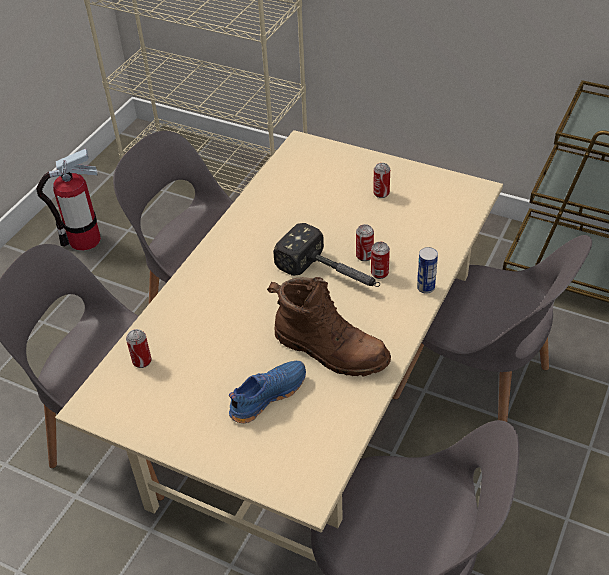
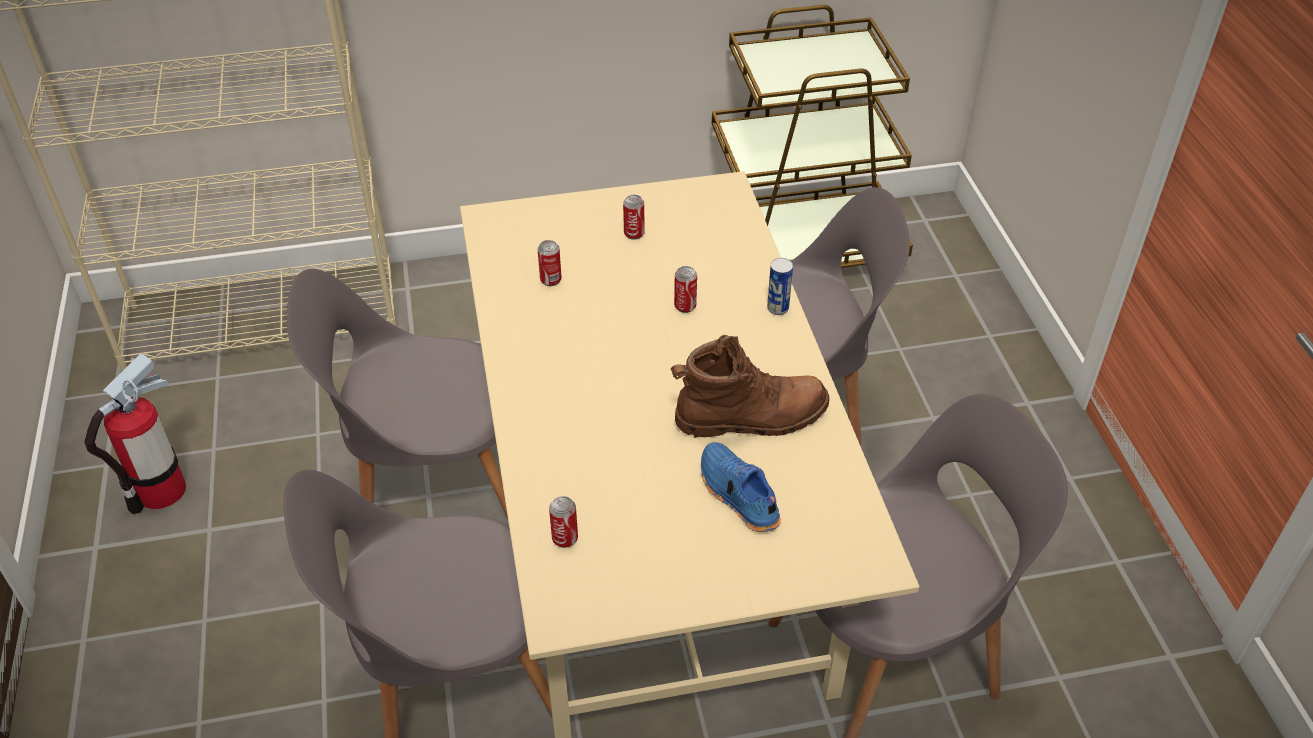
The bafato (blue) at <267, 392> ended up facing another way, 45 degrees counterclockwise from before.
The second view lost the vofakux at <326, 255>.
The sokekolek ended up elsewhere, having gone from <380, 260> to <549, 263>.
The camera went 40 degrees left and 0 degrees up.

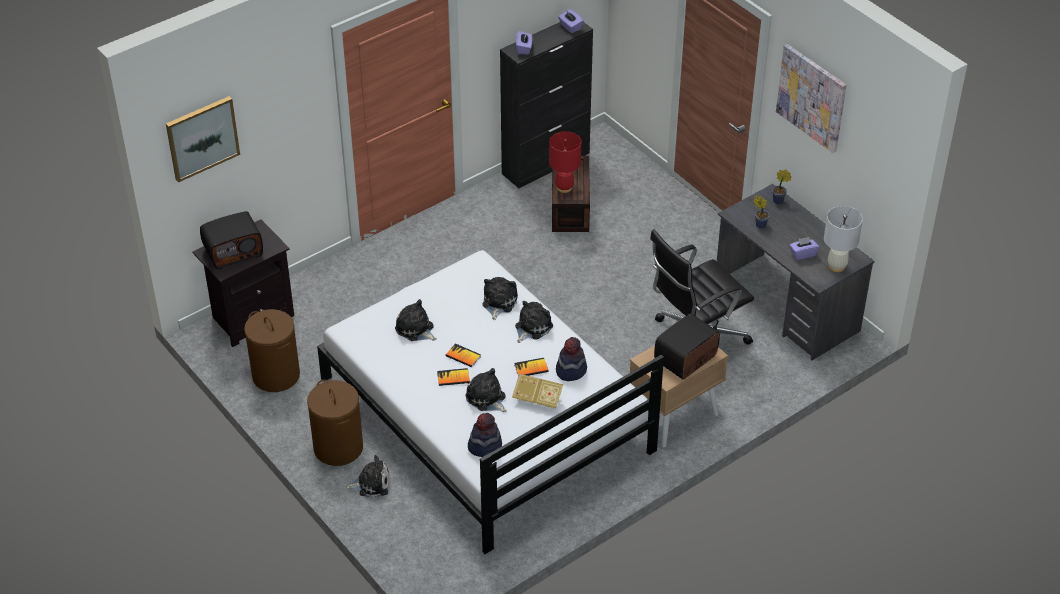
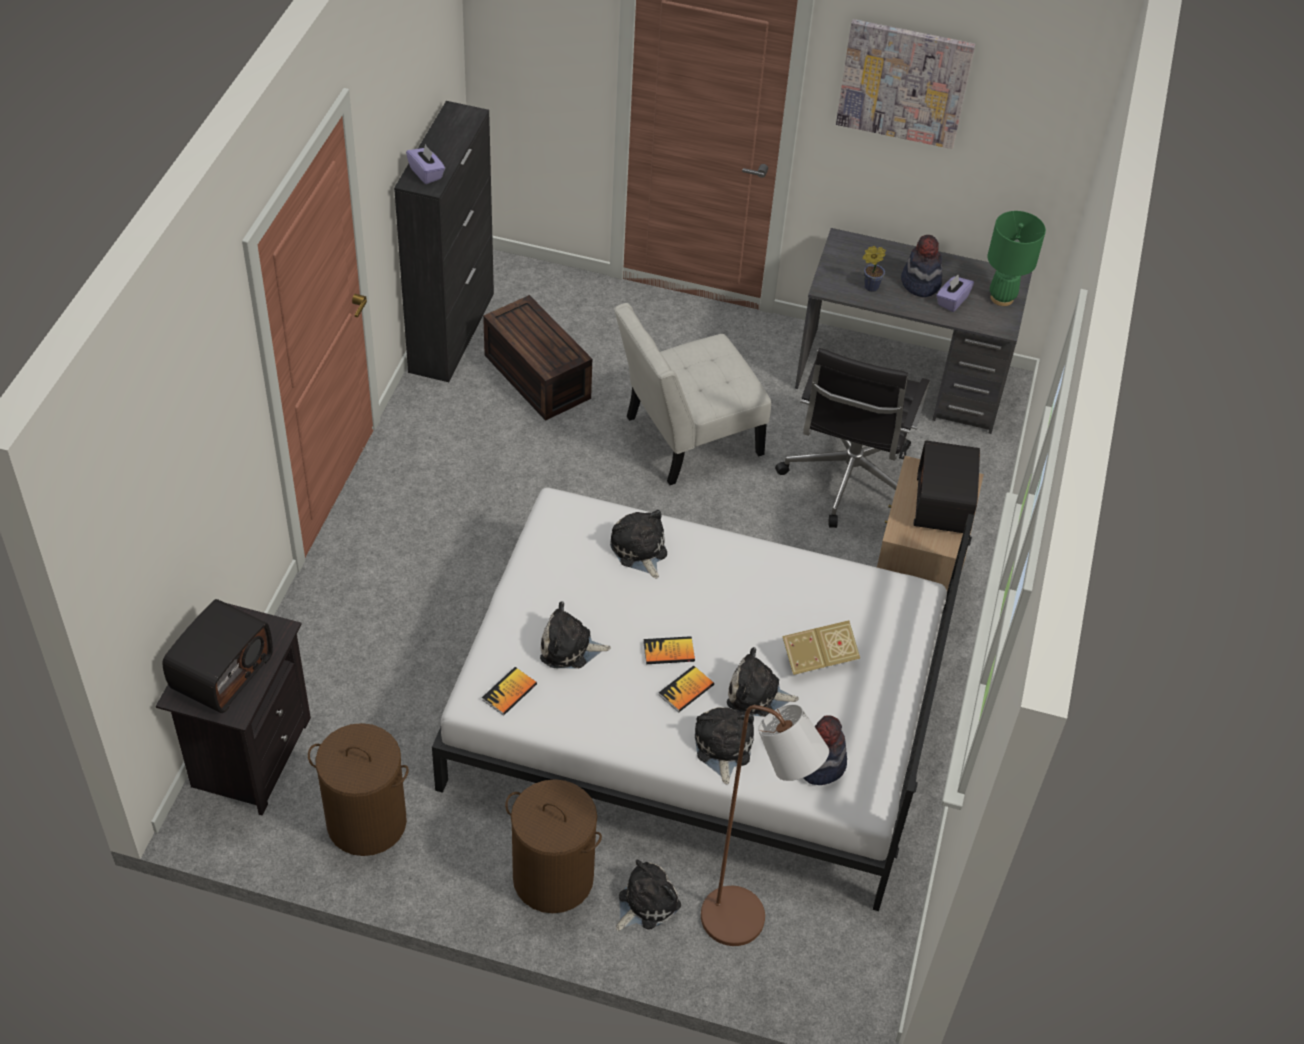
The second view lost the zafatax at <203, 139>.
The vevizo ended up elsewhere, having gone from <531, 367> to <509, 691>.
The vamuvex ended up elsewhere, having gone from <534, 322> to <724, 746>.
The second view lost the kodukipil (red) at <565, 162>.
The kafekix ended up elsewhere, having gone from <571, 359> to <921, 266>.
The second view lost the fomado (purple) at <570, 21>.
The second view lost the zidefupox at <781, 186>.
What was the kodukipil (white) at <843, 239> turned into the kodukipil (green) at <1016, 258>.
The second view gained the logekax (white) at <692, 394>.
The second view gained the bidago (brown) at <765, 825>.
The camera went 40 degrees left and 5 degrees up.

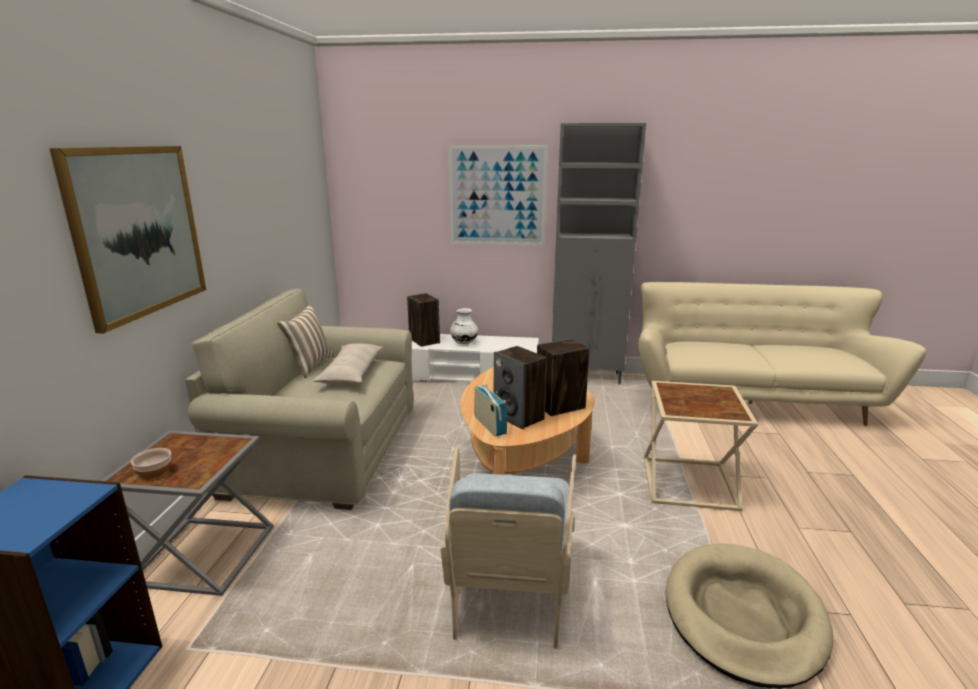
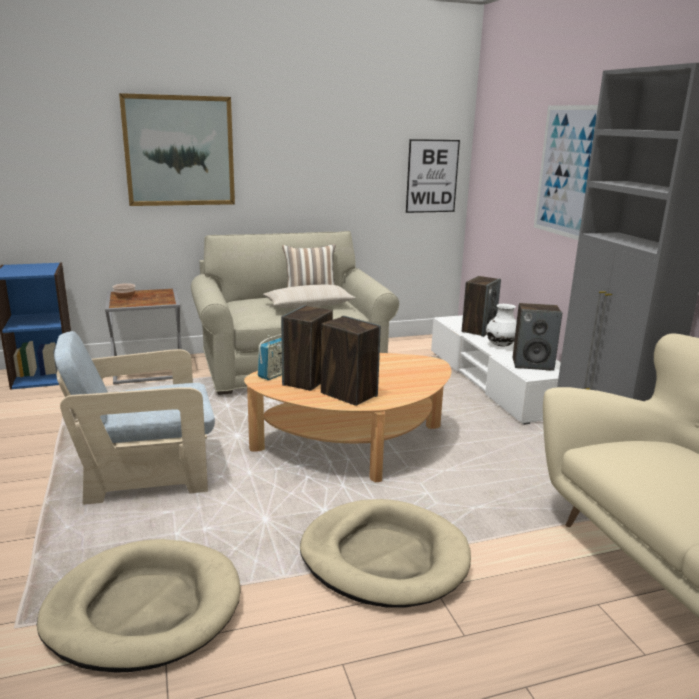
Where the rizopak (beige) stood at <700, 446>, the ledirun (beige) came to stand at <385, 553>.
The second view gained the zafatax at <433, 176>.
The second view gained the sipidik at <537, 337>.
The camera went 65 degrees right and 0 degrees up.

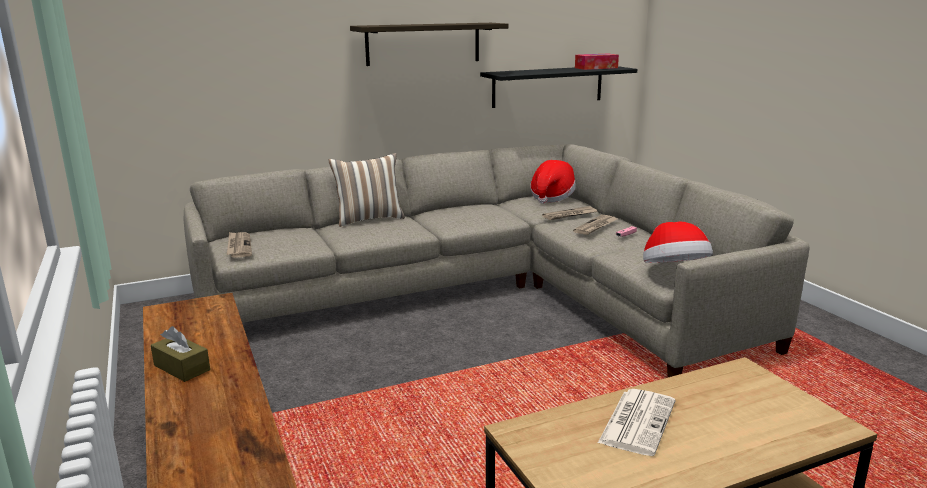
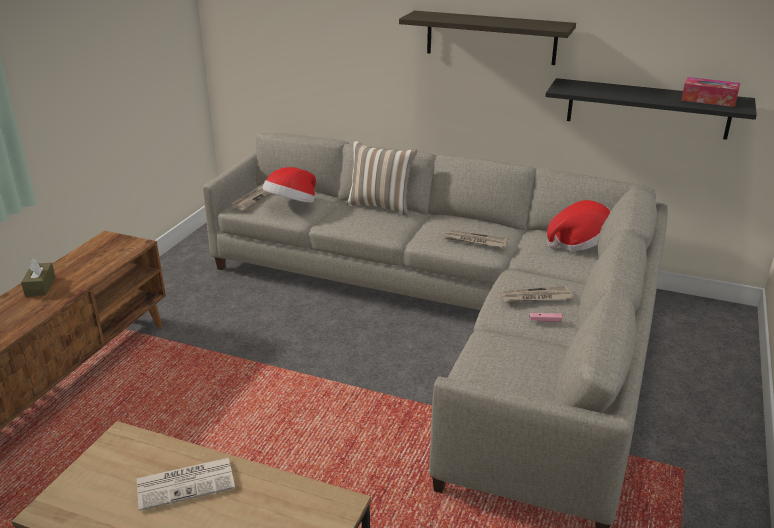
The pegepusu ended up elsewhere, having gone from <570, 213> to <476, 238>.
The kafekix ended up elsewhere, having gone from <678, 242> to <289, 185>.
The camera went 45 degrees right and 10 degrees up.

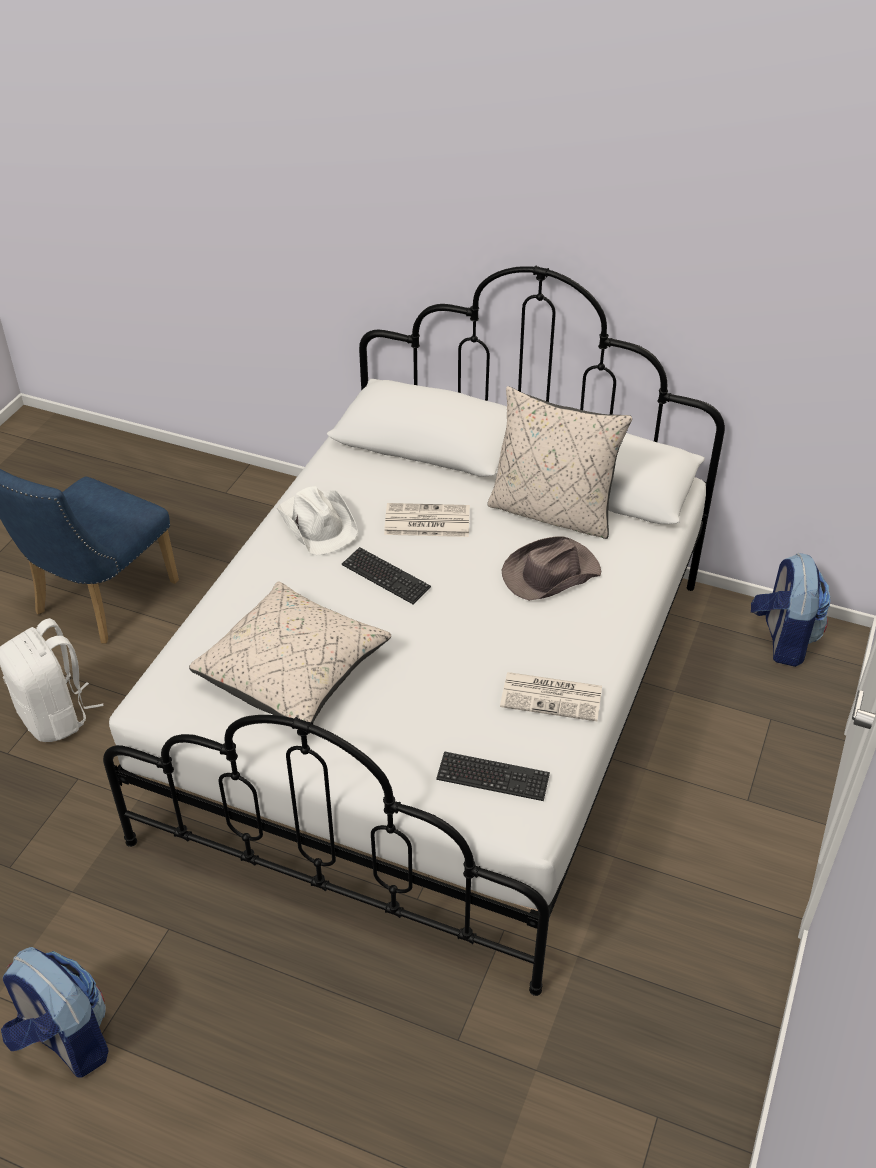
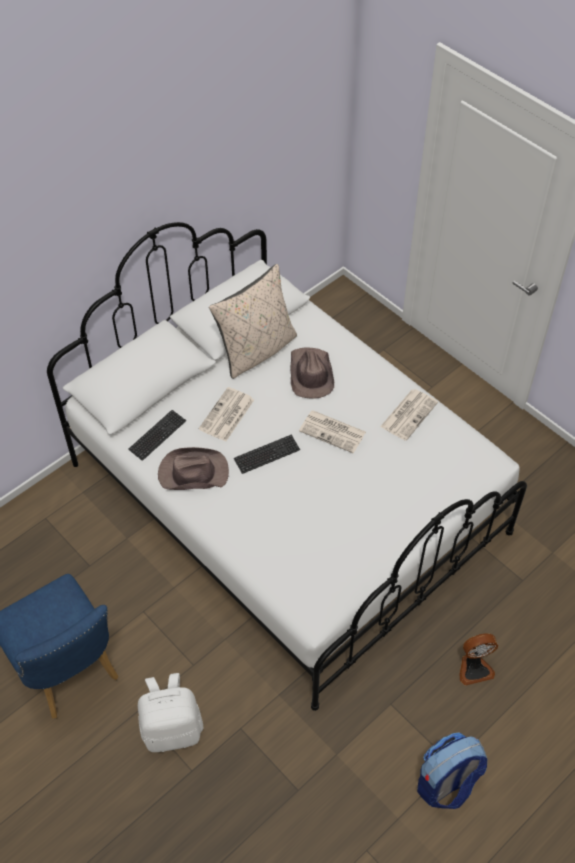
The second view lost the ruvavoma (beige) at <290, 651>.
What was the kafekix (white) at <317, 521> turned into the kafekix (brown) at <193, 468>.
The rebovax ended up elsewhere, having gone from <493, 776> to <157, 435>.
The second view lost the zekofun at <791, 610>.
The second view gained the pegepusu at <332, 432>.
The second view gained the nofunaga at <478, 659>.
The camera went 65 degrees left and 10 degrees up.

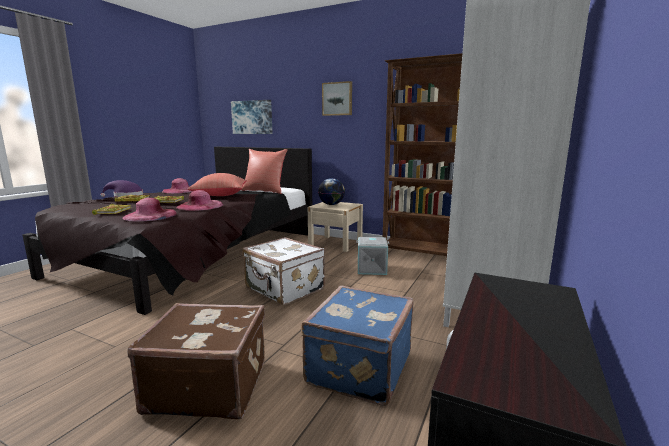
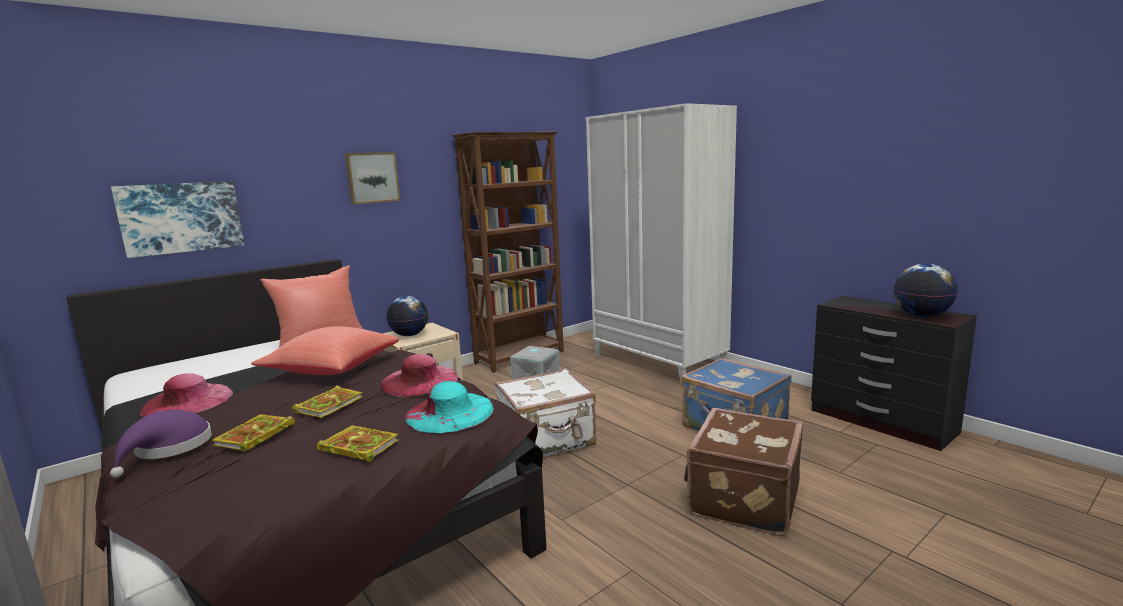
What was the kafekix (pink) at <150, 209> turned into the kafekix (turquoise) at <449, 407>.
The second view gained the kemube at <925, 290>.
The camera went 65 degrees left and 0 degrees up.

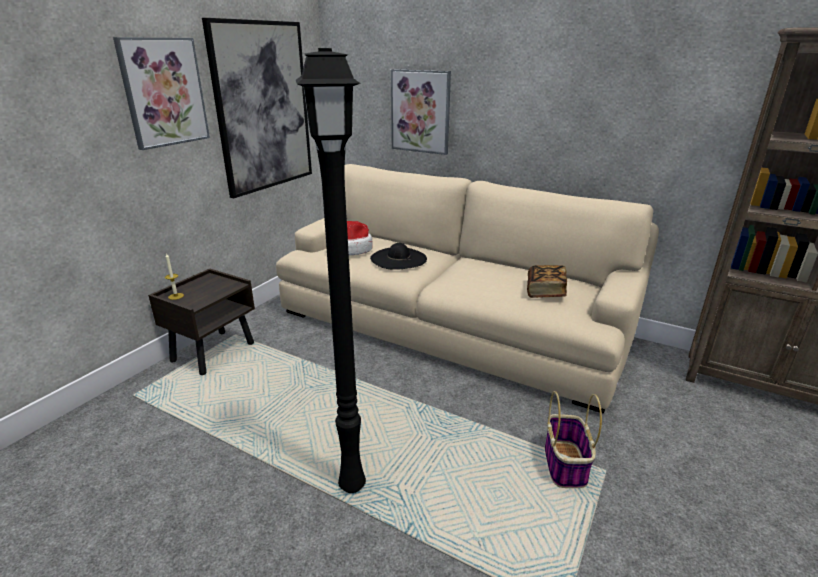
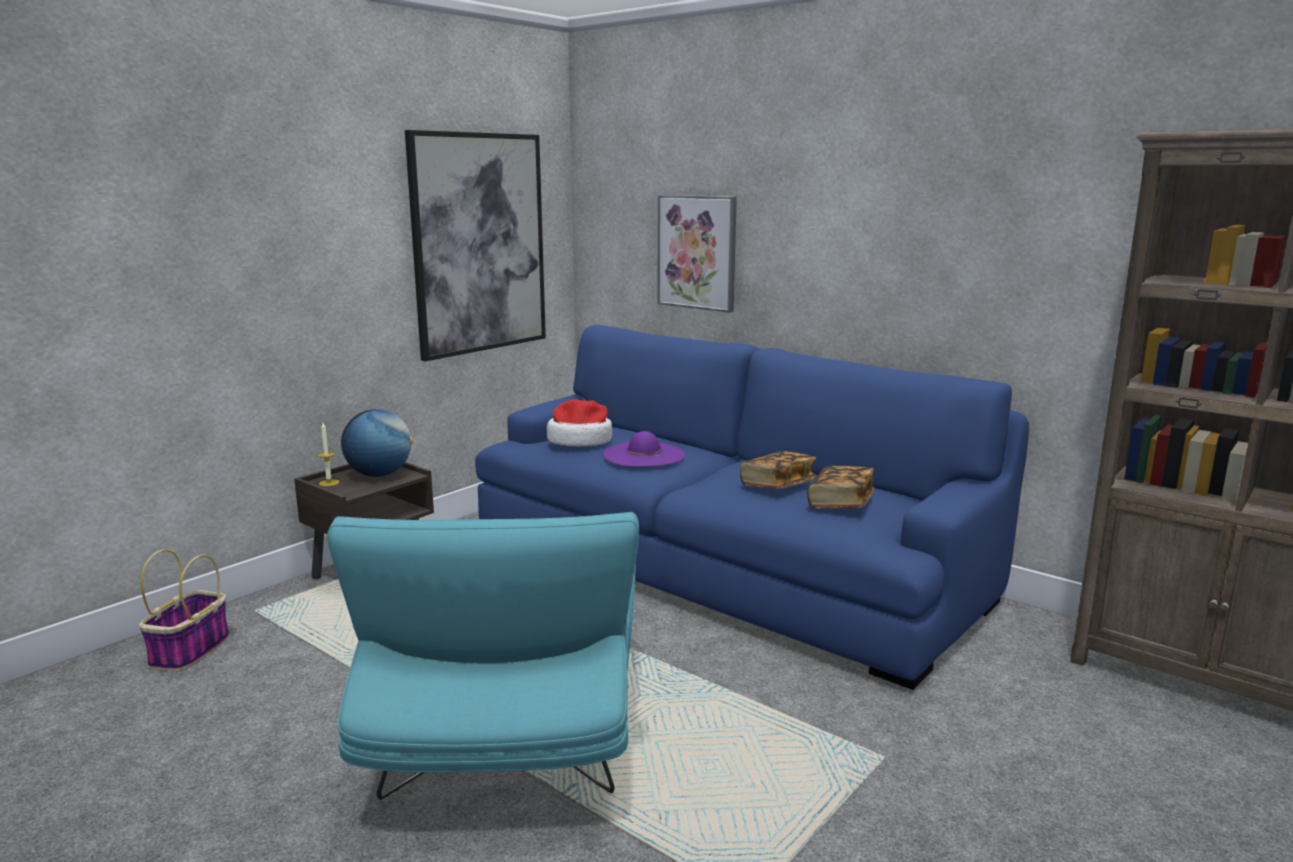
The second view lost the zafatax at <161, 93>.
What was the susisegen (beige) at <467, 288> turned into the susisegen (blue) at <752, 507>.
Where the bidago (black) stood at <331, 270>, the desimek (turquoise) came to stand at <483, 656>.
What was the kafekix (black) at <398, 256> turned into the kafekix (purple) at <644, 449>.
The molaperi ended up elsewhere, having gone from <573, 439> to <184, 610>.
The second view gained the kemube at <377, 443>.
The second view gained the vevizo at <778, 470>.
The camera went 10 degrees right and 10 degrees down.

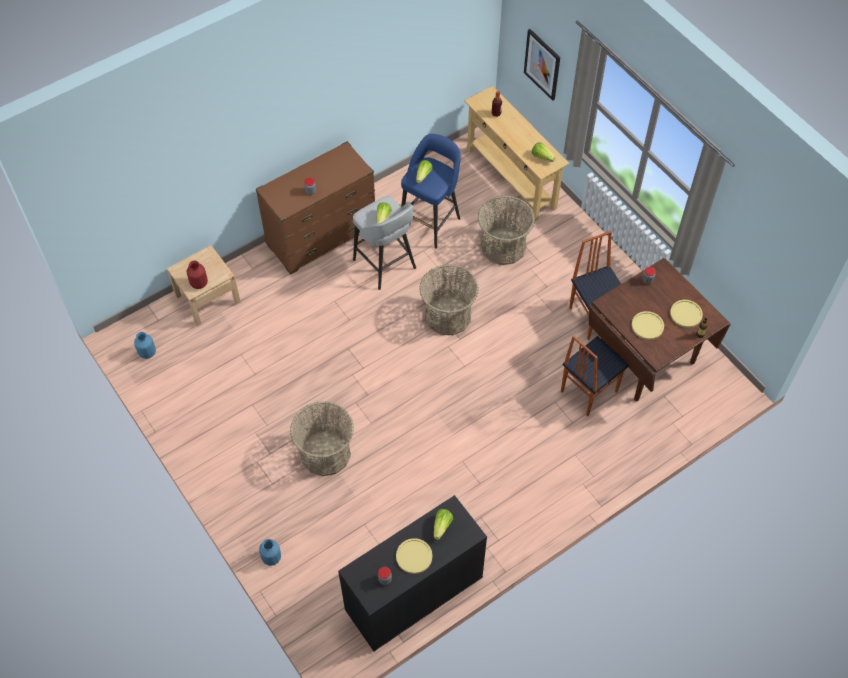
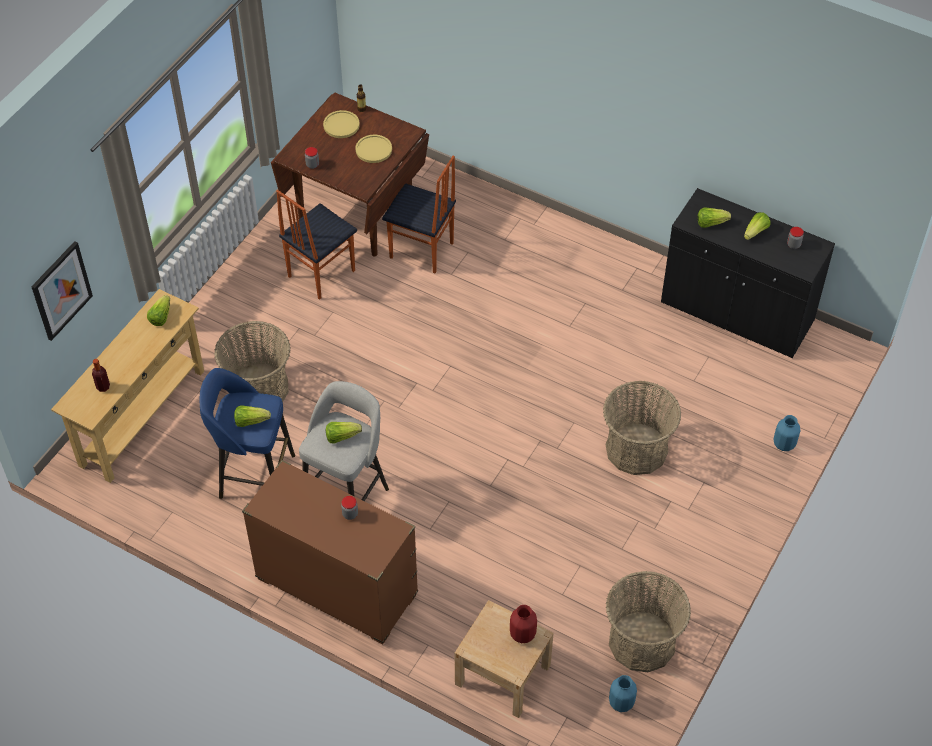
Where the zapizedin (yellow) stood at <414, 556>, the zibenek came to stand at <757, 226>.
The molaperi ended up elsewhere, having gone from <449, 299> to <648, 621>.
The camera went 115 degrees left and 5 degrees down.

